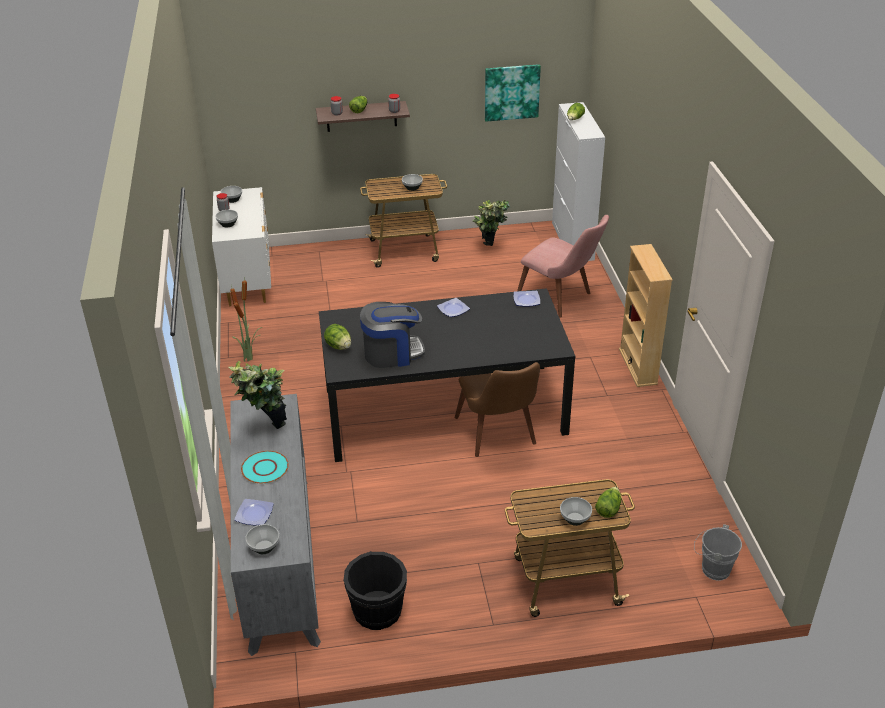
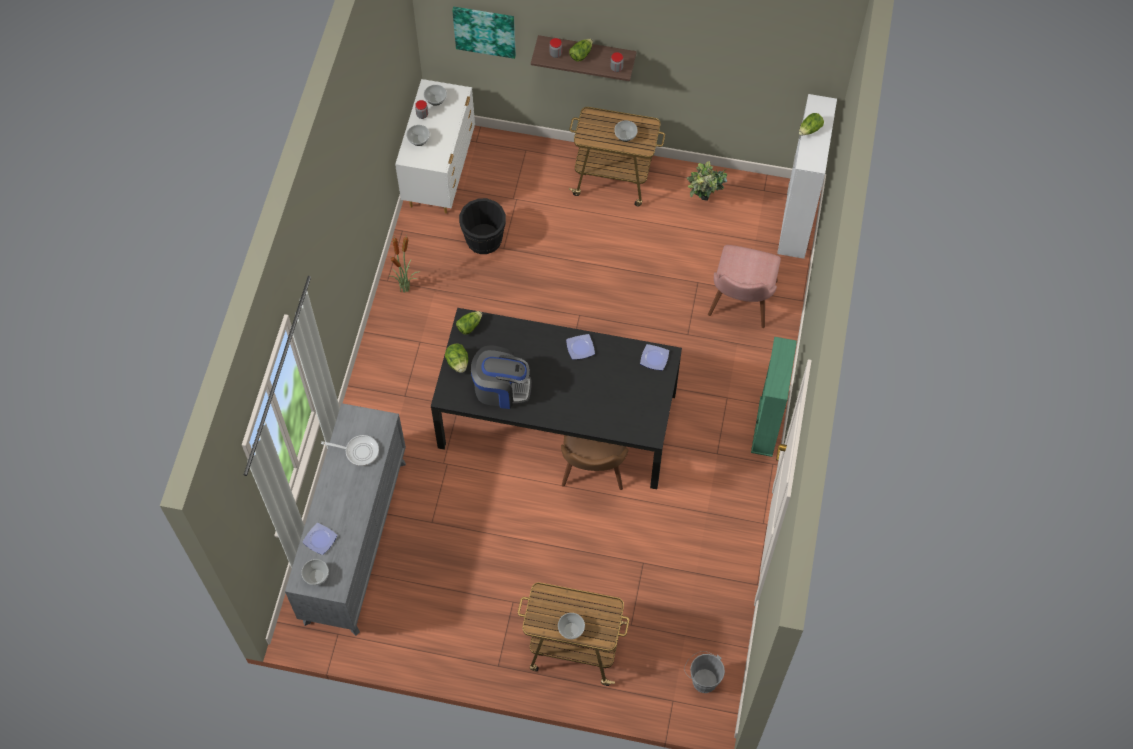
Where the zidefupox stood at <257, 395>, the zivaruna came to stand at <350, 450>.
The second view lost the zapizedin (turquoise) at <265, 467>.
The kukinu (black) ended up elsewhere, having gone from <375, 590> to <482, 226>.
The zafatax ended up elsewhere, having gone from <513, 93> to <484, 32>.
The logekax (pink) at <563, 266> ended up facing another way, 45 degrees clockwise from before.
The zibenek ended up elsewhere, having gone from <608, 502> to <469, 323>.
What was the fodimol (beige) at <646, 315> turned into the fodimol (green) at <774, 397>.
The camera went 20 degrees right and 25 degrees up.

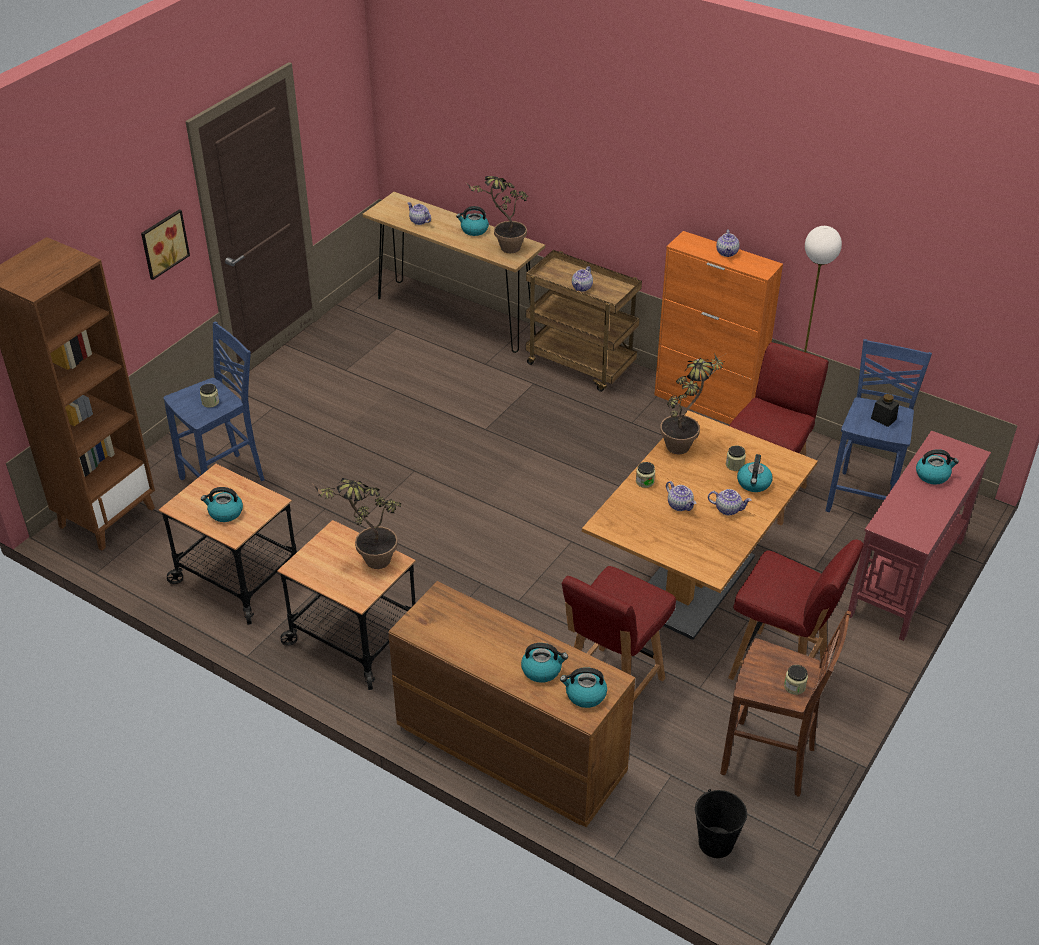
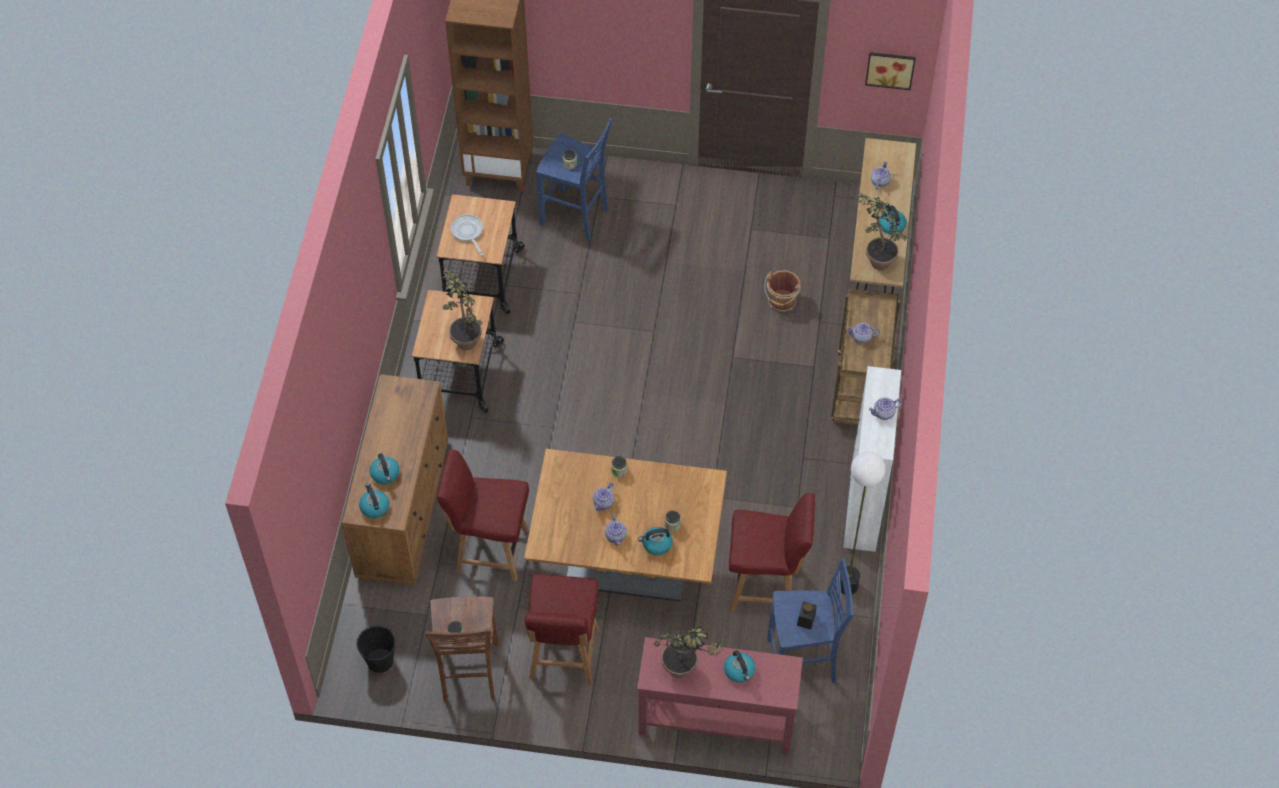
The zafatax ended up elsewhere, having gone from <165, 244> to <890, 71>.
Where the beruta stood at <222, 504>, the zivaruna came to stand at <466, 234>.
What was the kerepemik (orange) at <718, 327> turned into the kerepemik (white) at <872, 459>.
The zidefupox ended up elsewhere, having gone from <692, 403> to <689, 652>.
The second view gained the kukinu (brown) at <783, 291>.
The camera went 65 degrees right and 15 degrees up.

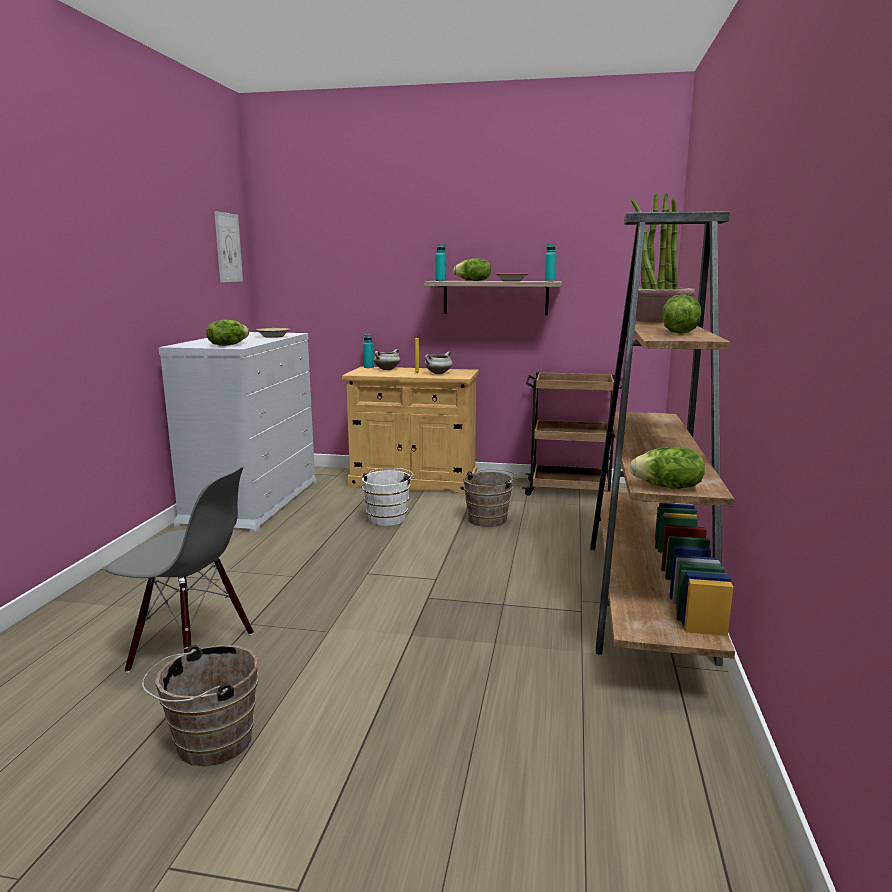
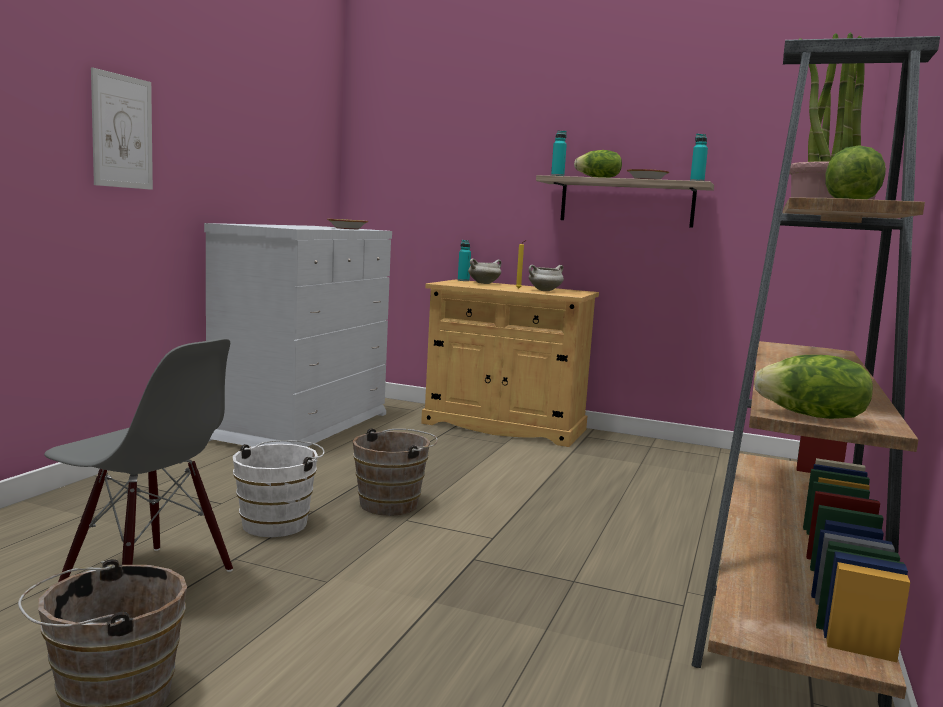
The second view lost the zibenek at <227, 333>.
The zafatax ended up elsewhere, having gone from <228, 246> to <122, 128>.
The kukinu (white) ended up elsewhere, having gone from <388, 497> to <278, 488>.
The kukinu (brown) ended up elsewhere, having gone from <490, 498> to <395, 472>.
The second view lost the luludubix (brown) at <572, 434>.
The camera went 10 degrees right and 5 degrees down.

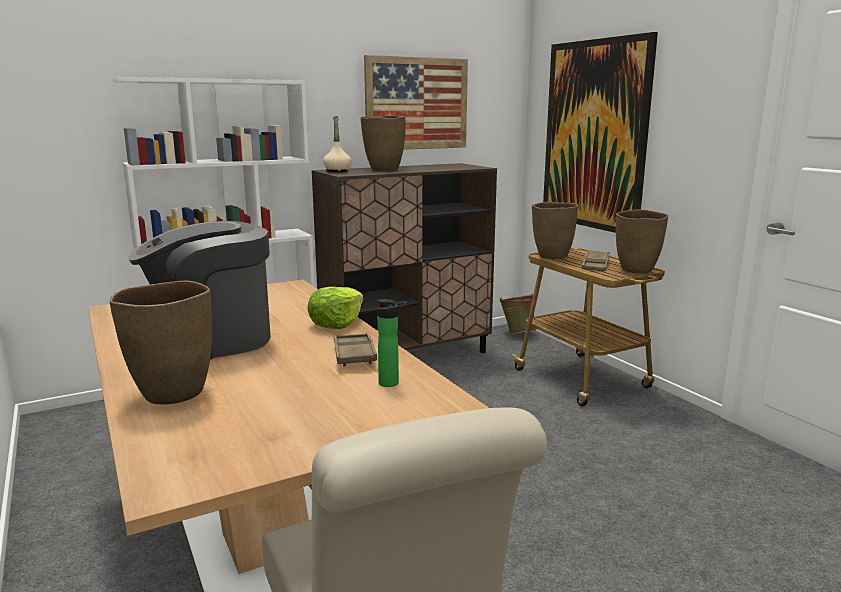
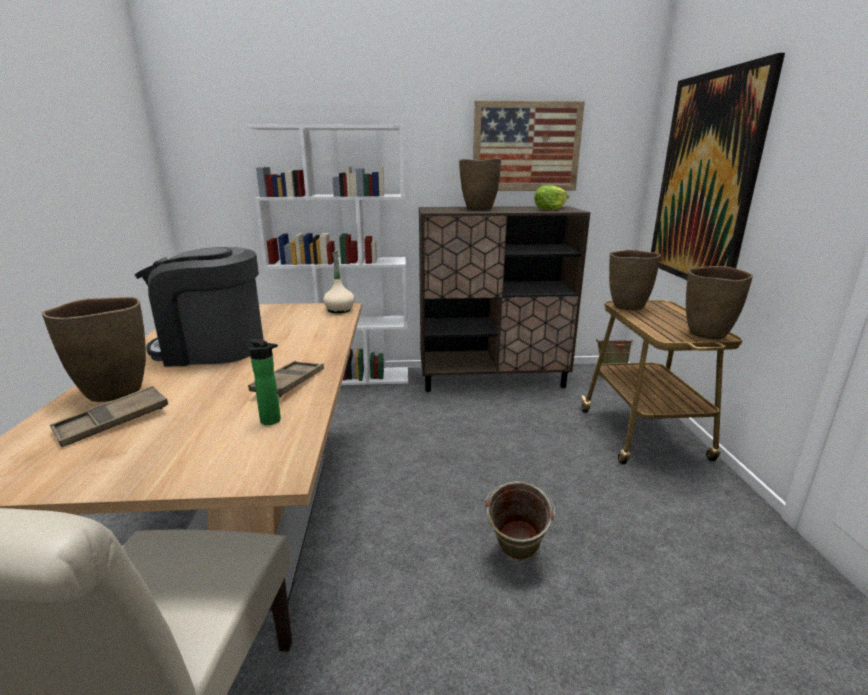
The zibenek ended up elsewhere, having gone from <335, 308> to <551, 197>.
The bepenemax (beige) ended up elsewhere, having gone from <337, 144> to <339, 282>.
The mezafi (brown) ended up elsewhere, having gone from <596, 260> to <109, 416>.
The second view gained the kukinu (green) at <520, 520>.
The camera went 25 degrees right and 5 degrees up.

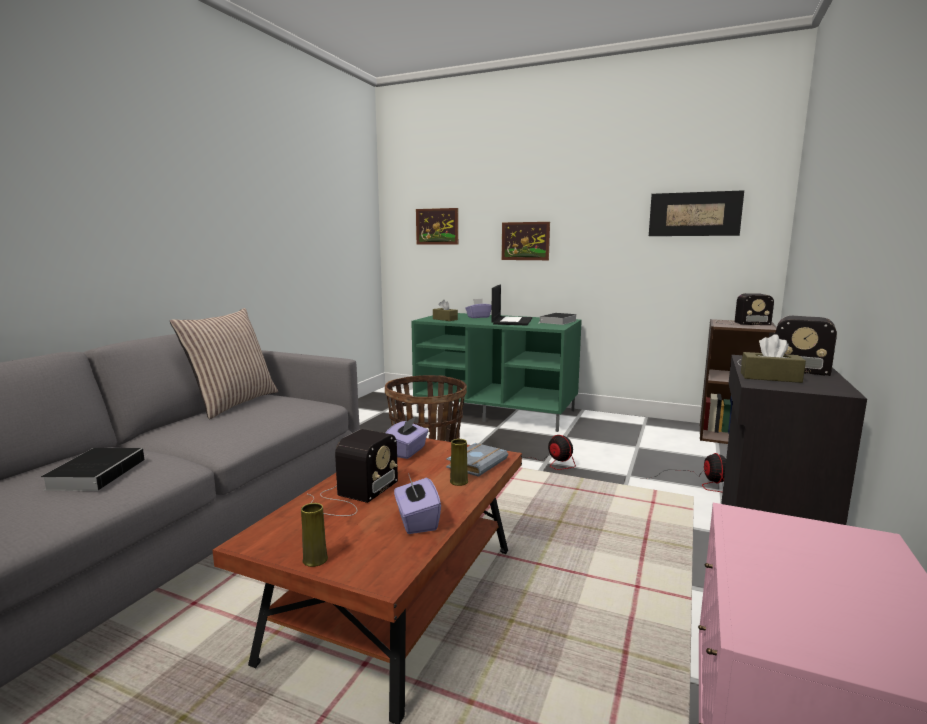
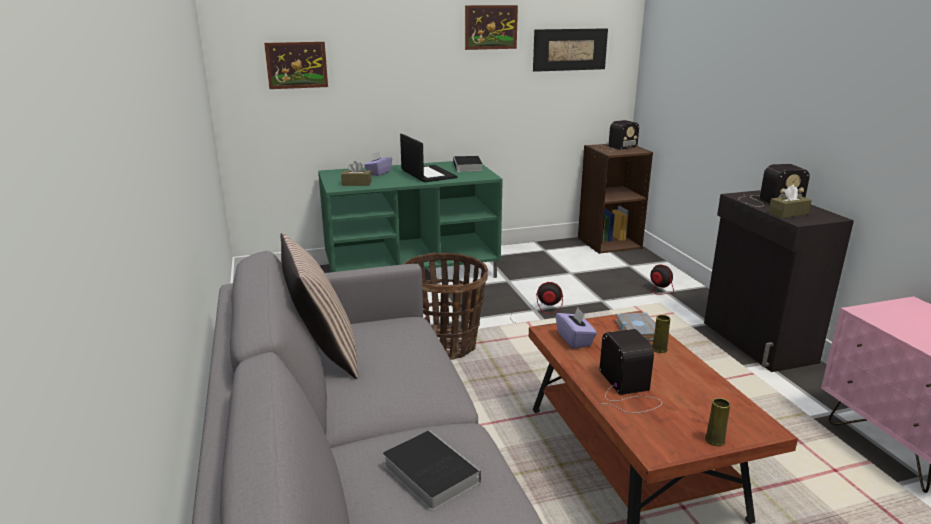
The second view lost the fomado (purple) at <417, 503>.
The zafatax ended up elsewhere, having gone from <525, 241> to <491, 27>.
The camera went 40 degrees left and 10 degrees up.

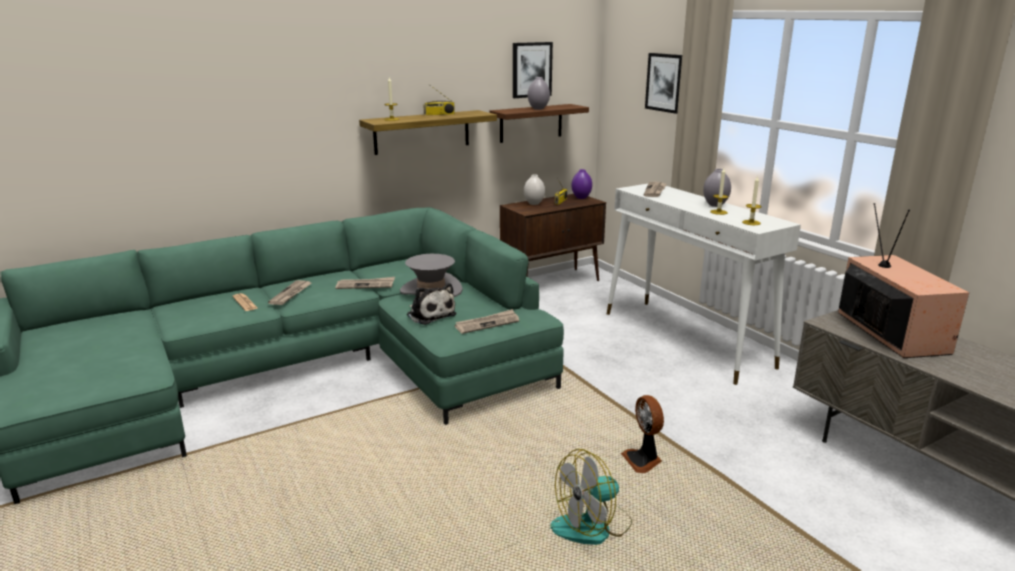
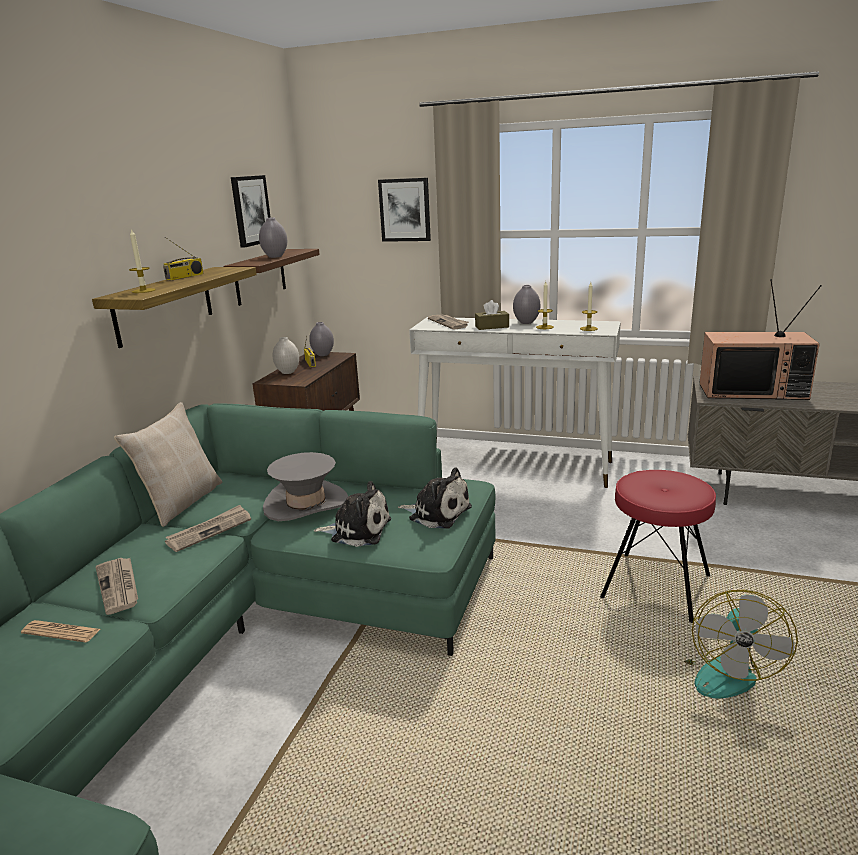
Where the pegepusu stood at <487, 321>, the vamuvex came to stand at <435, 498>.
What was the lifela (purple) at <581, 184> turned into the lifela (grey) at <321, 339>.
Where the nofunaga stood at <642, 434>, the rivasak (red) came to stand at <658, 546>.
The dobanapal at <903, 280> ended up facing another way, 150 degrees clockwise from before.
The second view gained the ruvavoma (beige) at <168, 464>.
The second view gained the fomado (brown) at <492, 315>.
The camera went 40 degrees left and 0 degrees up.

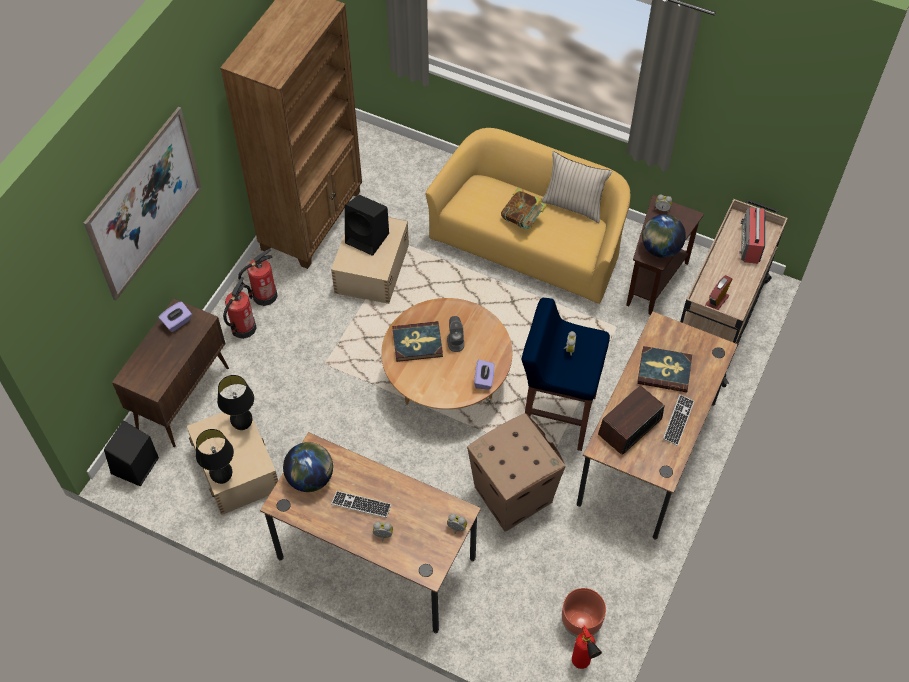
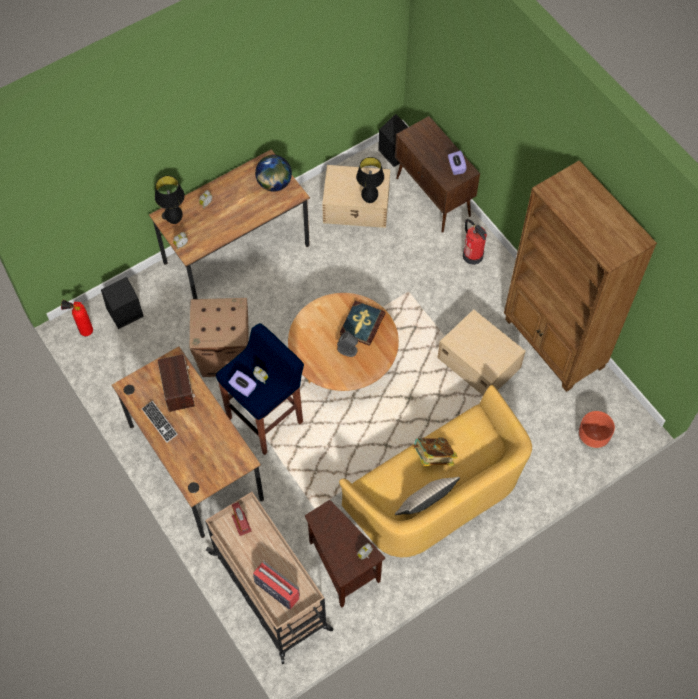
The second view lost the zafatax at <143, 203>.
The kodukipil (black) ended up elsewhere, having gone from <215, 456> to <170, 200>.
The second view lost the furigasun at <258, 277>.
The second view lost the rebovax at <361, 504>.
The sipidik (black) ended up elsewhere, having gone from <367, 225> to <122, 303>.
The fomado (purple) ended up elsewhere, having gone from <484, 374> to <242, 383>.
The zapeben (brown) ended up elsewhere, having gone from <584, 612> to <596, 430>.
The second view lost the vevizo at <664, 369>.
The second view lost the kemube at <664, 236>.
The camera went 120 degrees right and 5 degrees up.

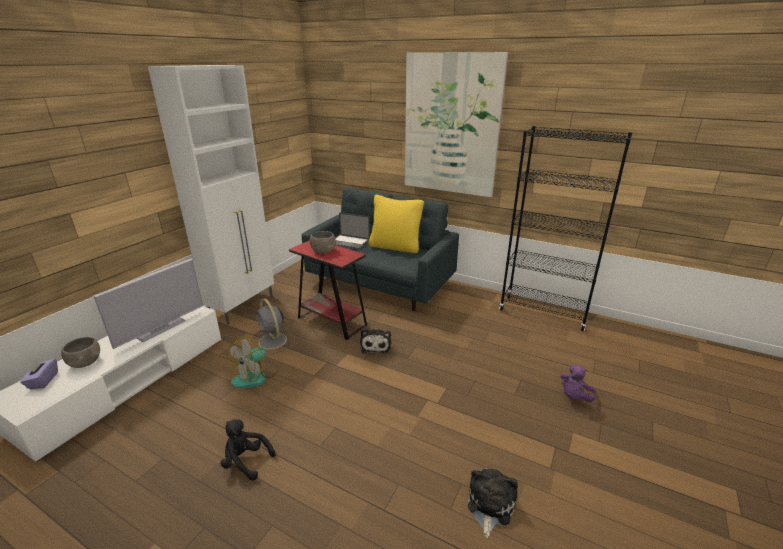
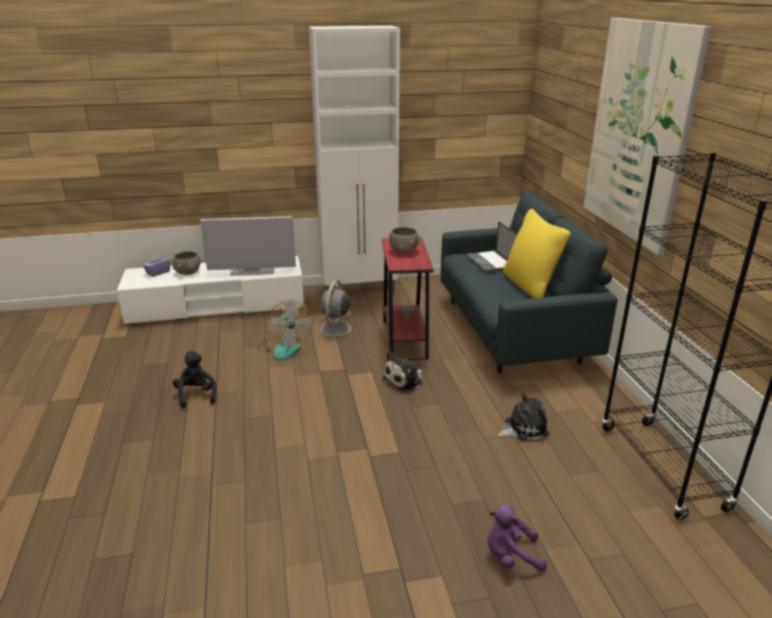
The nofunaga at <253, 362> ended up facing another way, 105 degrees counterclockwise from before.
The vamuvex ended up elsewhere, having gone from <493, 503> to <523, 417>.
The camera went 50 degrees right and 0 degrees up.

